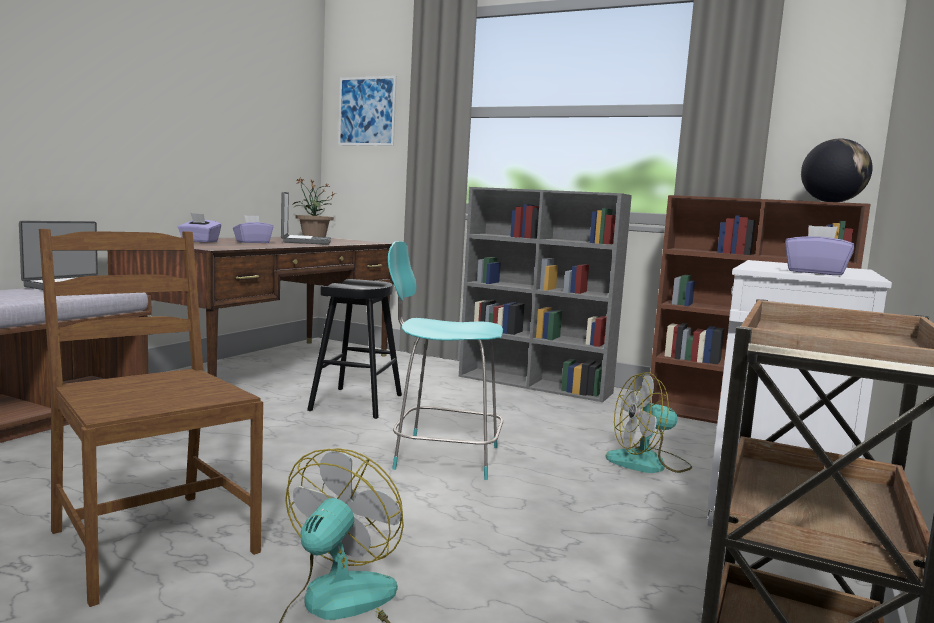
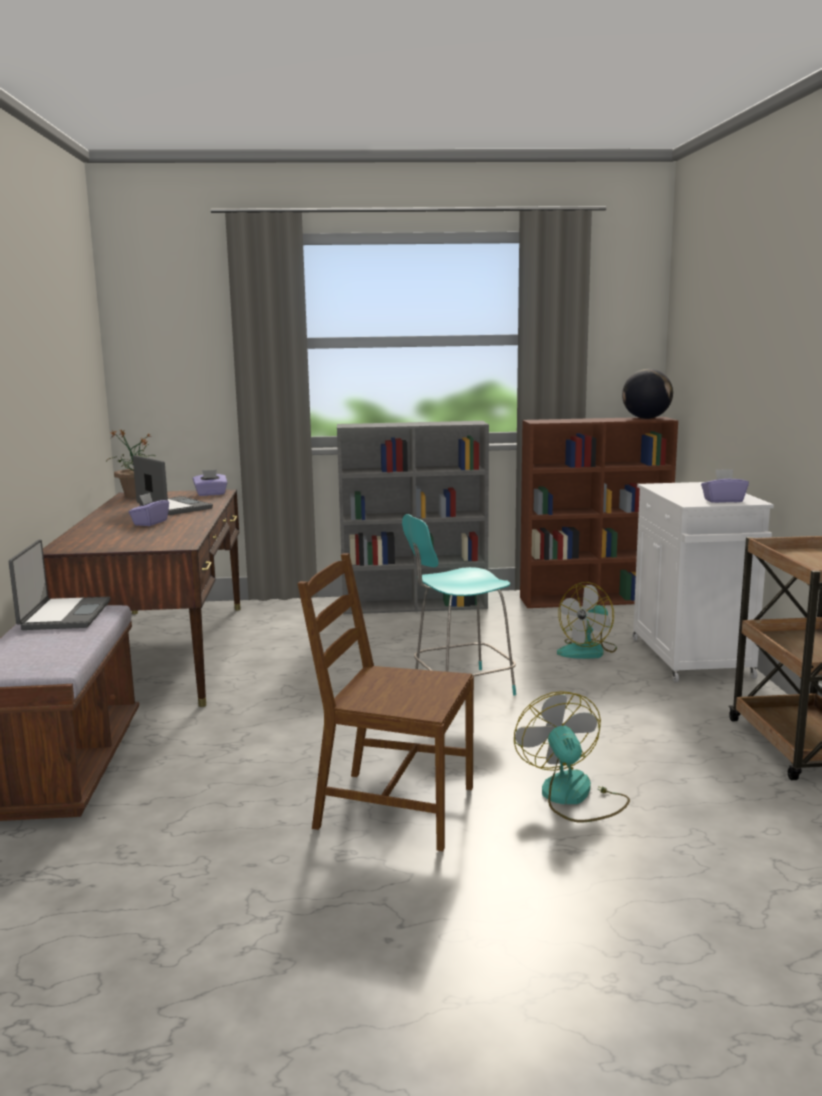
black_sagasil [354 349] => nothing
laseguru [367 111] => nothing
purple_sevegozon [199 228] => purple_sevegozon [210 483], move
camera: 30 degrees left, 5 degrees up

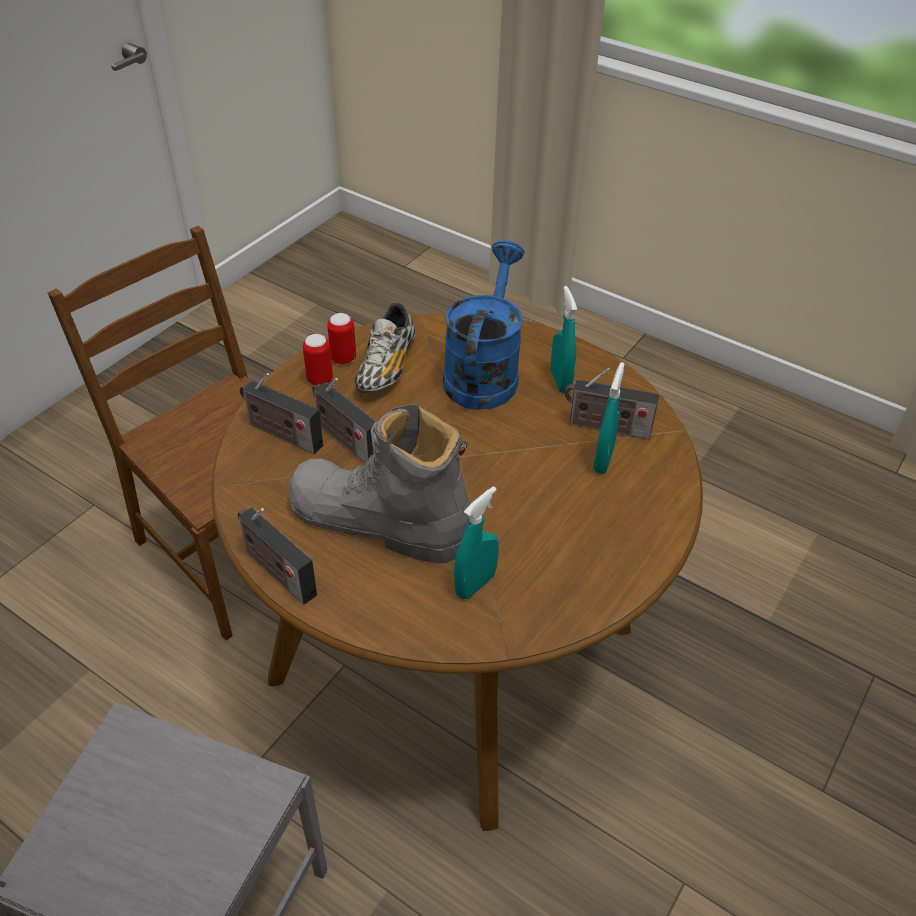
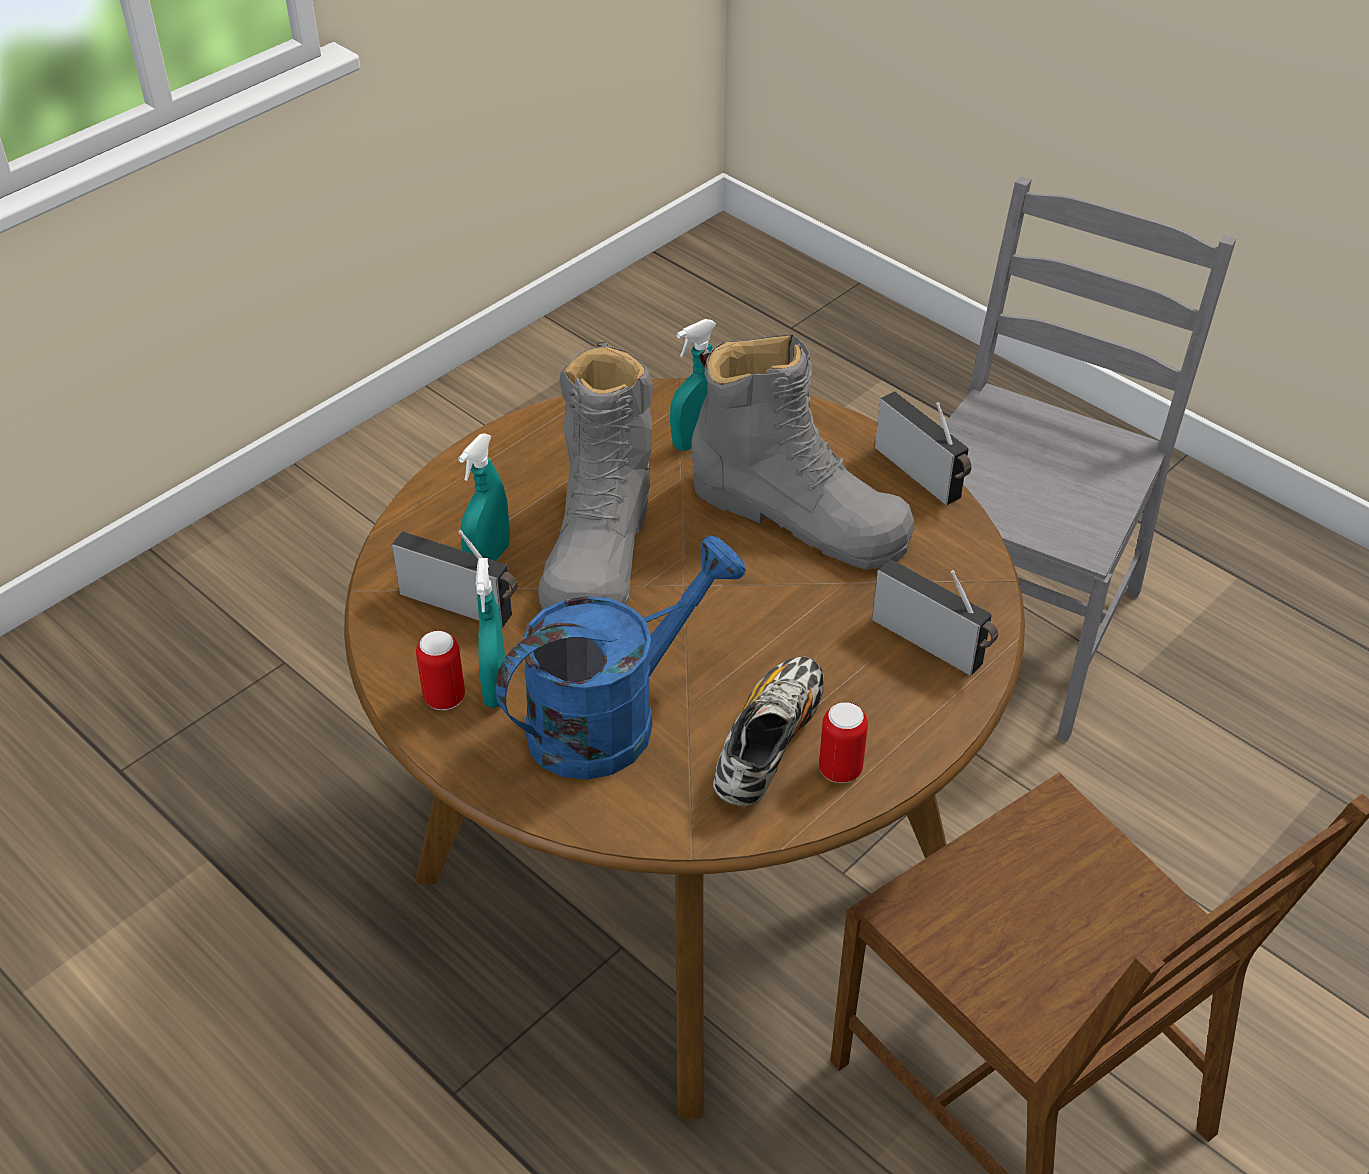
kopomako [344 421] => nothing
nothing => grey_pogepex [595 476]
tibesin [318 360] => tibesin [440 670], move
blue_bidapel [484 325] => blue_bidapel [620 657], 150 degrees counterclockwise
camera: 170 degrees left, 0 degrees up

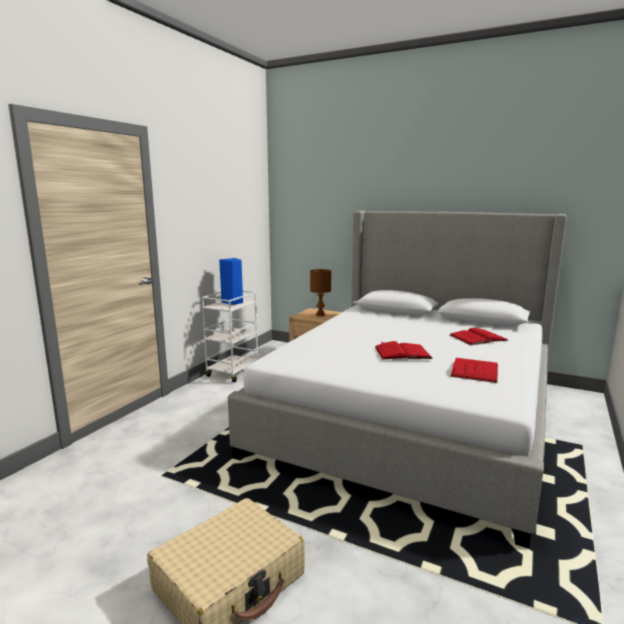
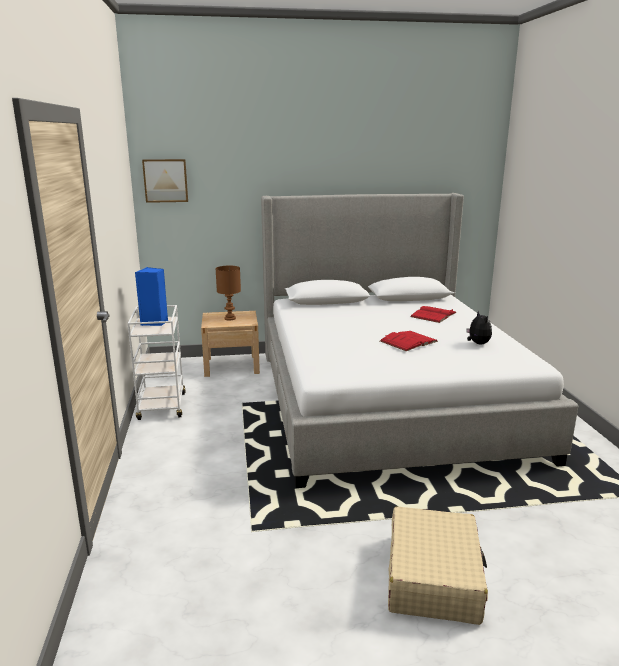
nothing => laseguru [165 181]
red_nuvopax [474 370] => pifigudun [479 328]
camera: 35 degrees left, 5 degrees up

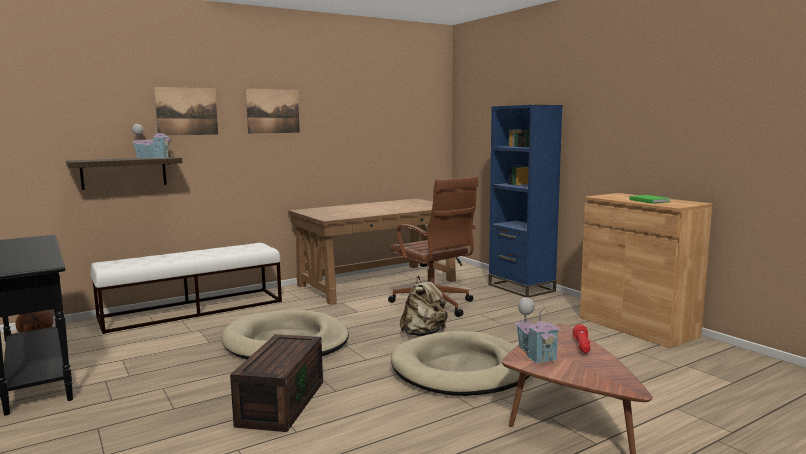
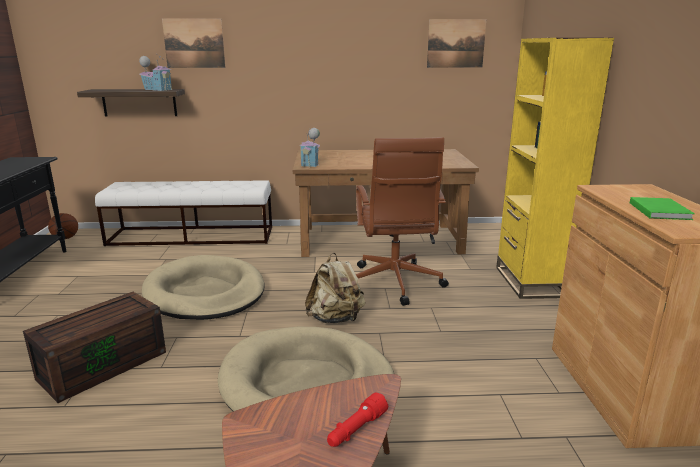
laseguru [272 111] => laseguru [456 43], move
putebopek [538 330] => putebopek [310 148], move
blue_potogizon [525 201] => yellow_potogizon [555 168]
camera: 30 degrees right, 10 degrees up

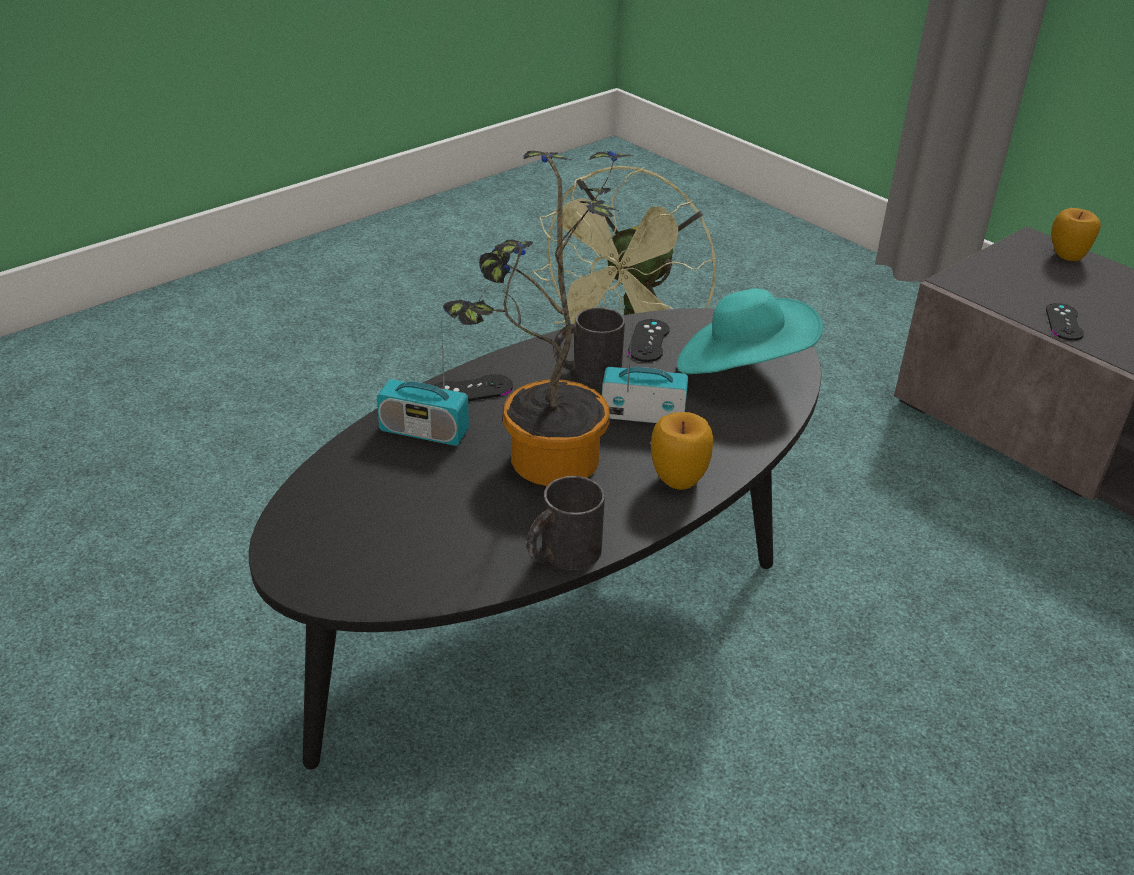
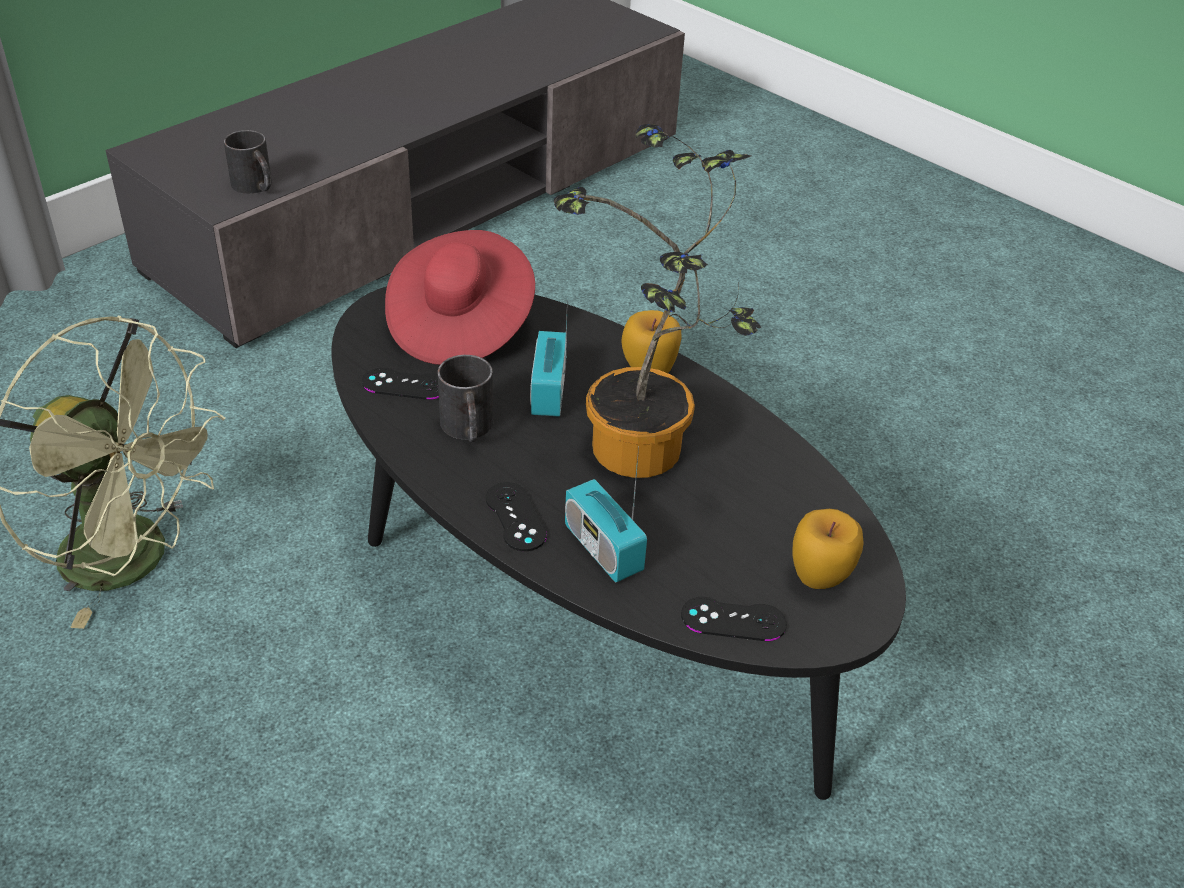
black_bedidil [566 523] => black_bedidil [248 162], move
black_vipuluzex [1065 322] => black_vipuluzex [734 619], move
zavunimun [1076 234] => zavunimun [828 549], move
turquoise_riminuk [750 331] => red_riminuk [460 297]
kopomako [423 381] => kopomako [606 514], 135 degrees clockwise
camera: 95 degrees left, 5 degrees up

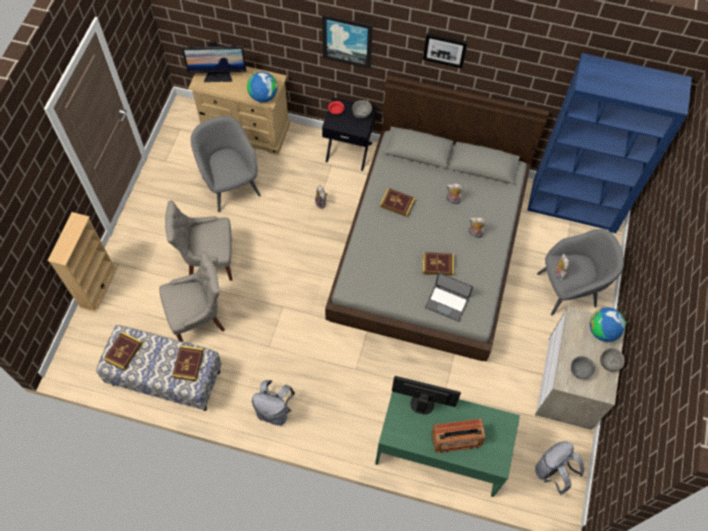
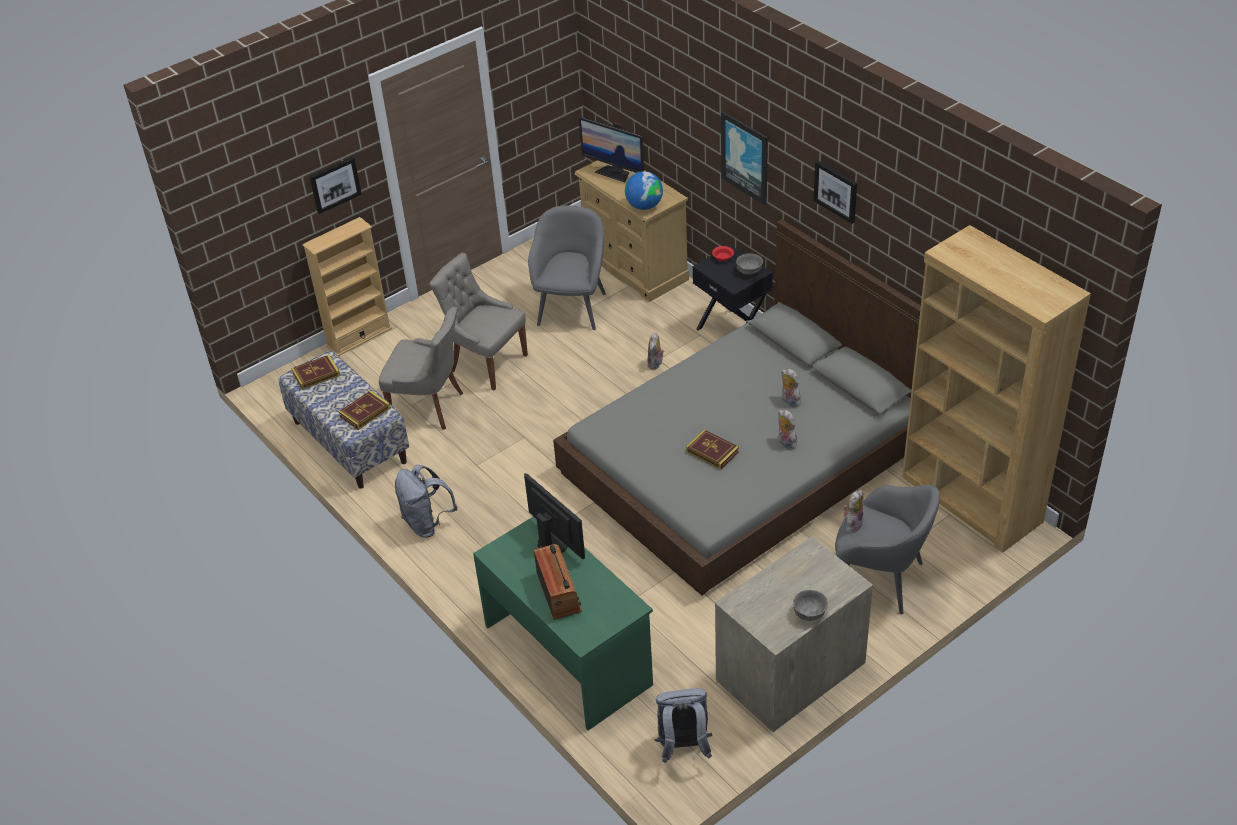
nuvopax [398 202] => nothing
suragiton [449 297] => nothing
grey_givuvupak [583 368] => nothing
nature [608 324] => nothing
nothing => laseguru [335 185]
blue_potogizon [609 143] => brown_potogizon [996 389]
kopomako [458 436] => kopomako [558 582], 135 degrees counterclockwise
camera: 40 degrees right, 20 degrees down

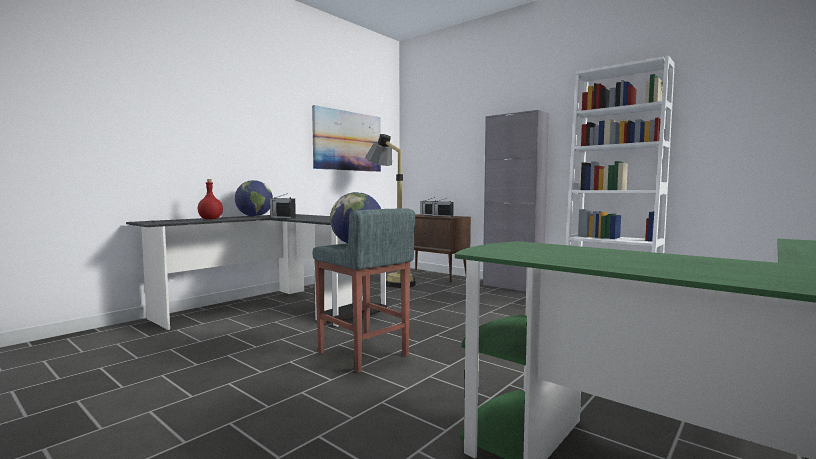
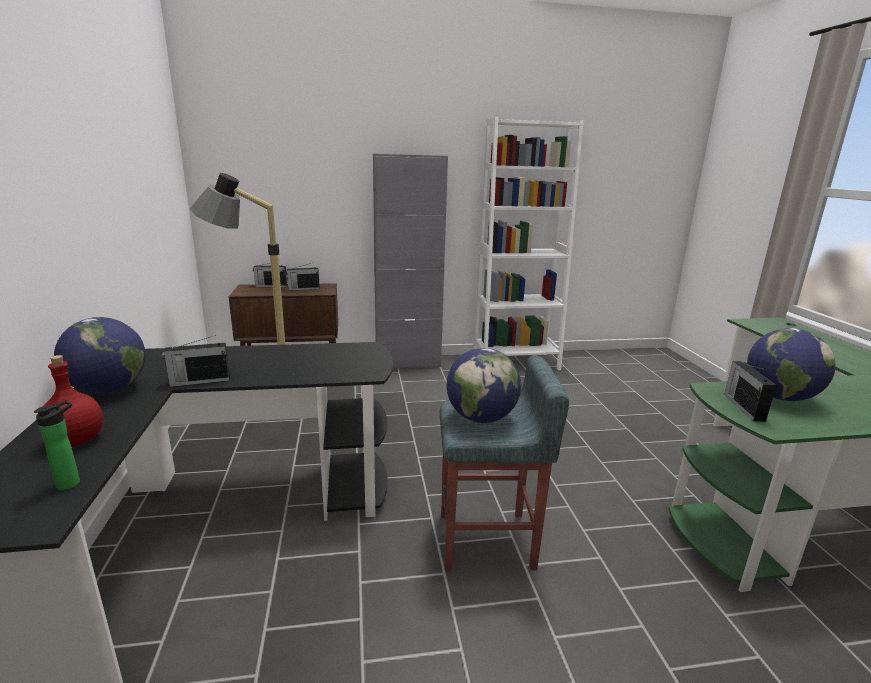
laseguru [346 138] => nothing
nothing => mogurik [57 445]
nothing => kopomako [750 391]
nothing => nature [791 364]
camera: 50 degrees left, 15 degrees up

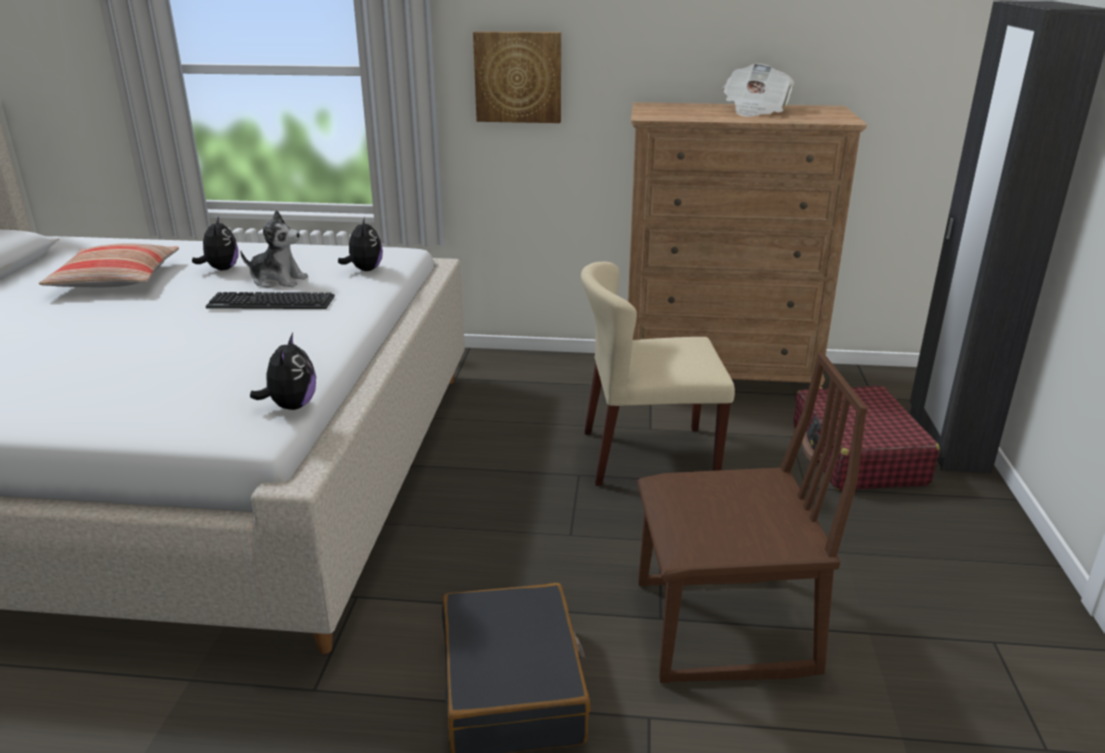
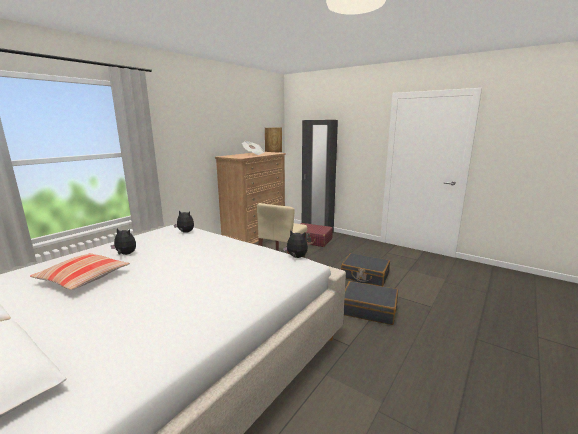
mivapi [270 300] => nothing
pifigudun [274 249] => nothing
laseguru [517 77] => laseguru [273 140], move
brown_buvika [752 517] => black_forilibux [365 269]
camera: 60 degrees left, 10 degrees down

